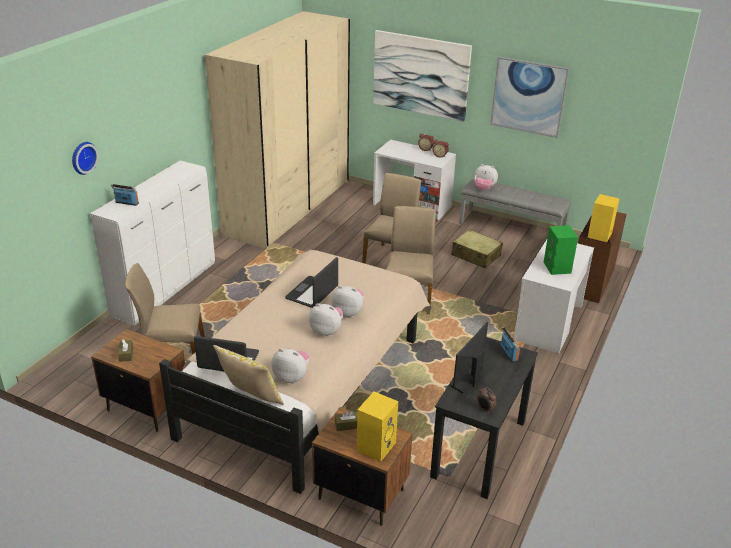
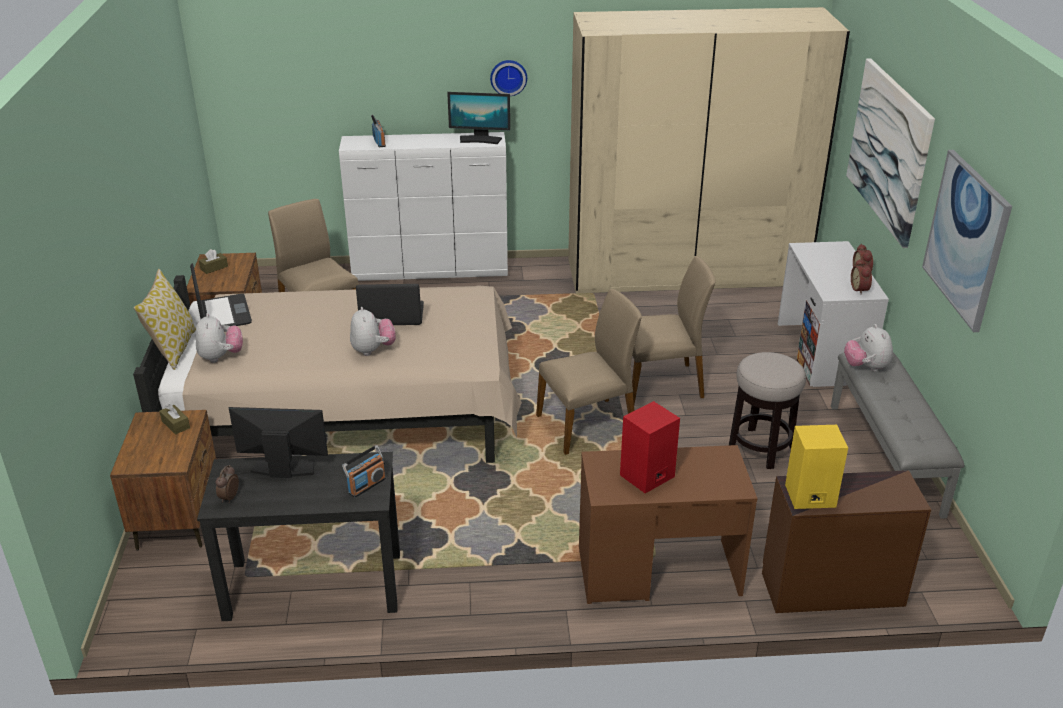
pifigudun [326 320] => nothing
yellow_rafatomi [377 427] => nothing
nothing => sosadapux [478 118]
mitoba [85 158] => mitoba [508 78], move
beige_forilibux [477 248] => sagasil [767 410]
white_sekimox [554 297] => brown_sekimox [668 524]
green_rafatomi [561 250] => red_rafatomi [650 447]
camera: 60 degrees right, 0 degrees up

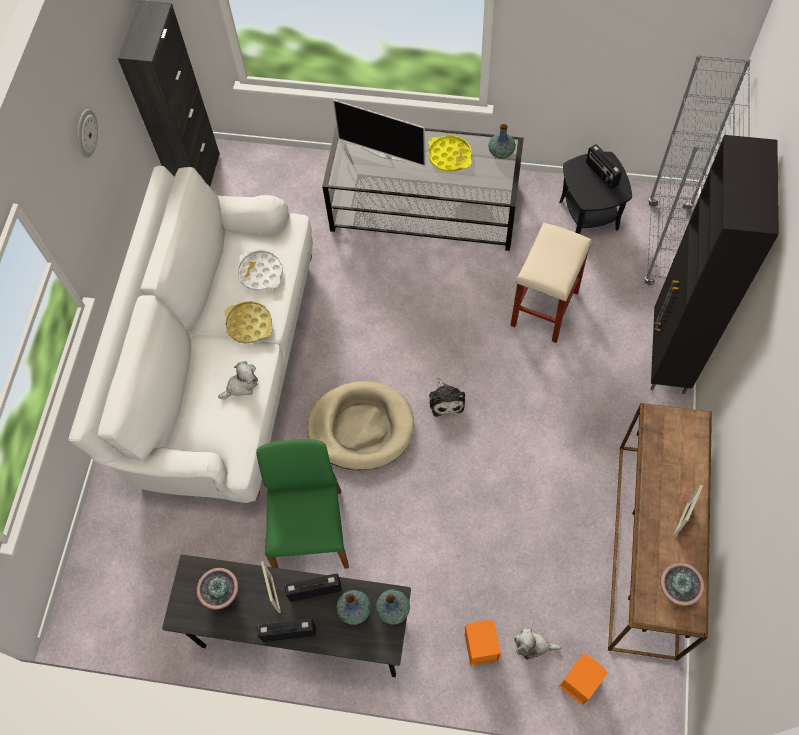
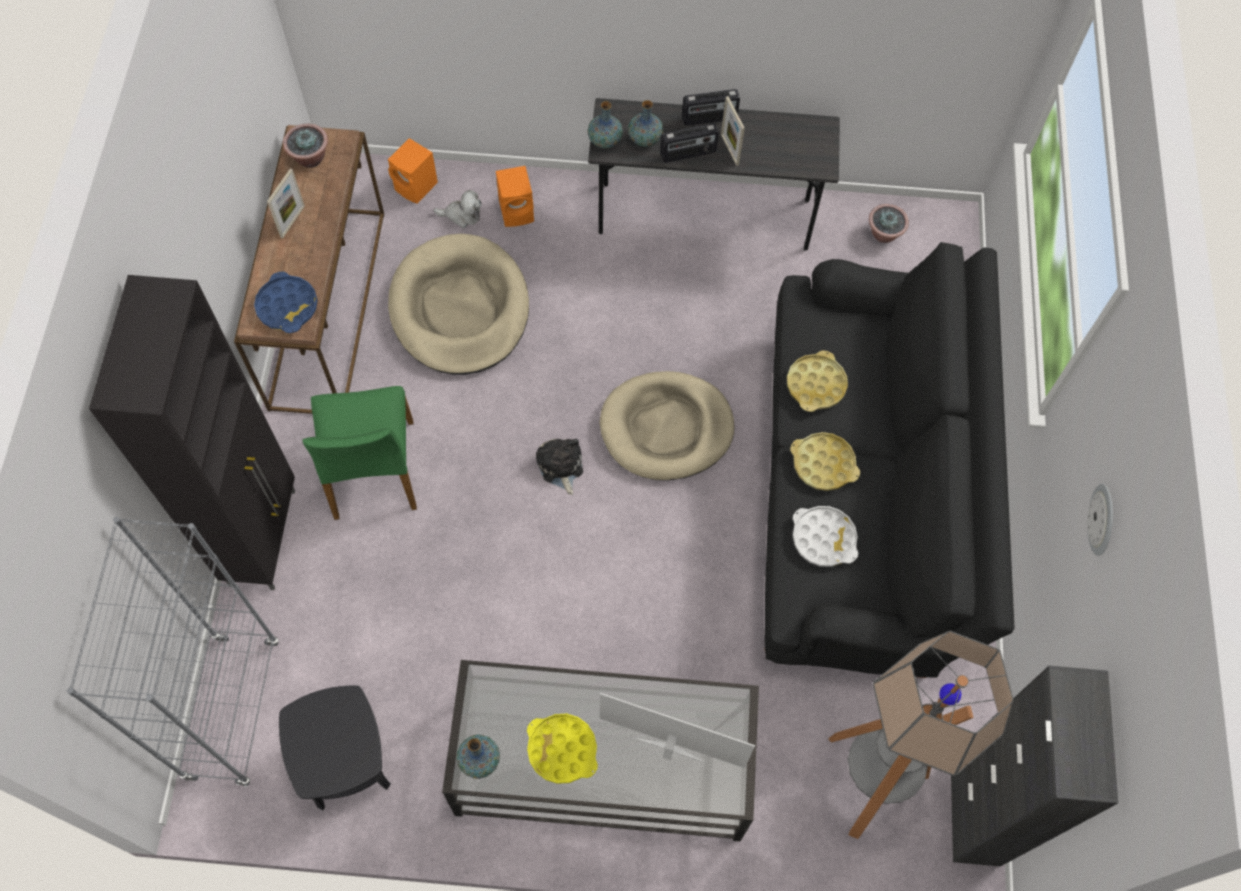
beige_sagasil [551 283] => nothing
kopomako [604 166] => nothing
nothing => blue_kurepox [286 302]
nothing => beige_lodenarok [458 304]
nothing => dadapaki [921 735]
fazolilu [217 589] => fazolilu [889 223], move
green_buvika [302 504] => green_buvika [360 453], move
pifigudun [238 380] => yellow_kurepox [817 381]
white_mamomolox [191 334] => black_mamomolox [889 460]
camera: 170 degrees right, 0 degrees up

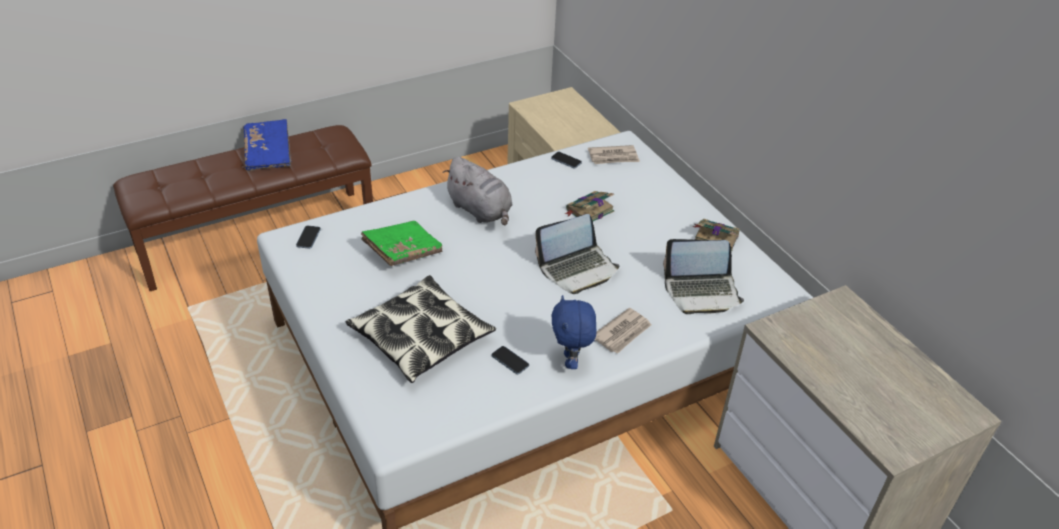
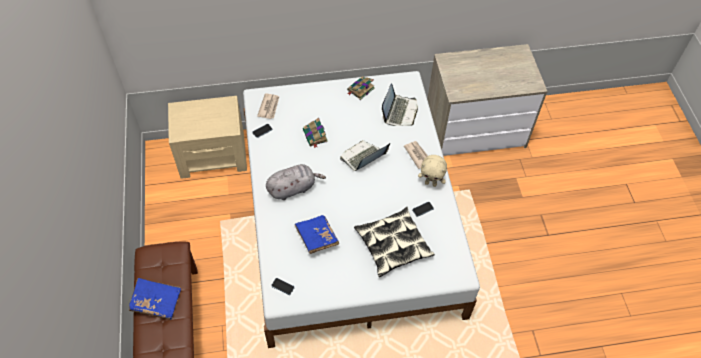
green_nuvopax [401 243] => blue_nuvopax [317 234]
blue_pifigudun [574 332] => beige_pifigudun [432 171]
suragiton [577 254] => suragiton [365 155], 120 degrees counterclockwise
camera: 70 degrees left, 15 degrees up

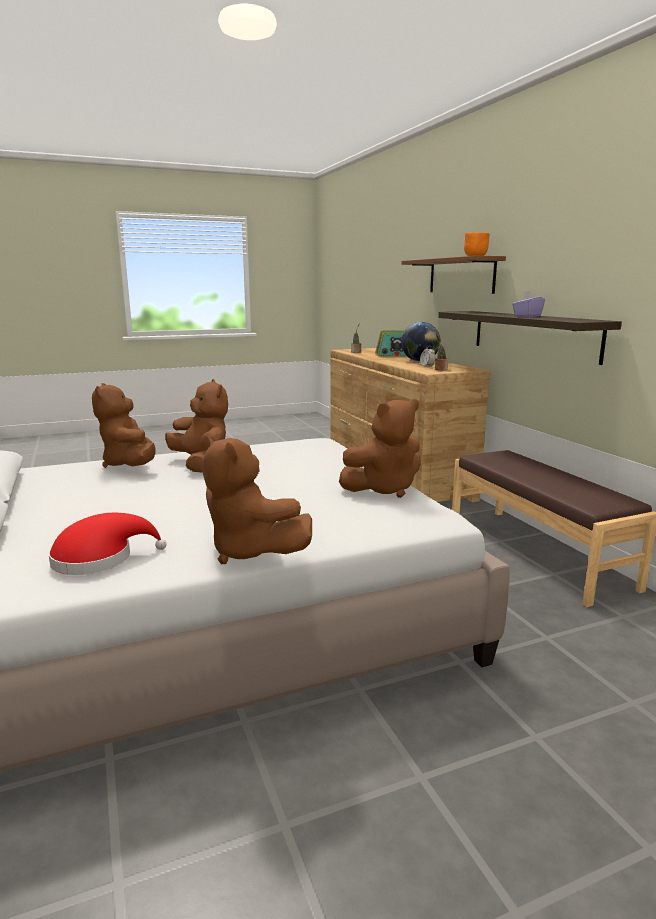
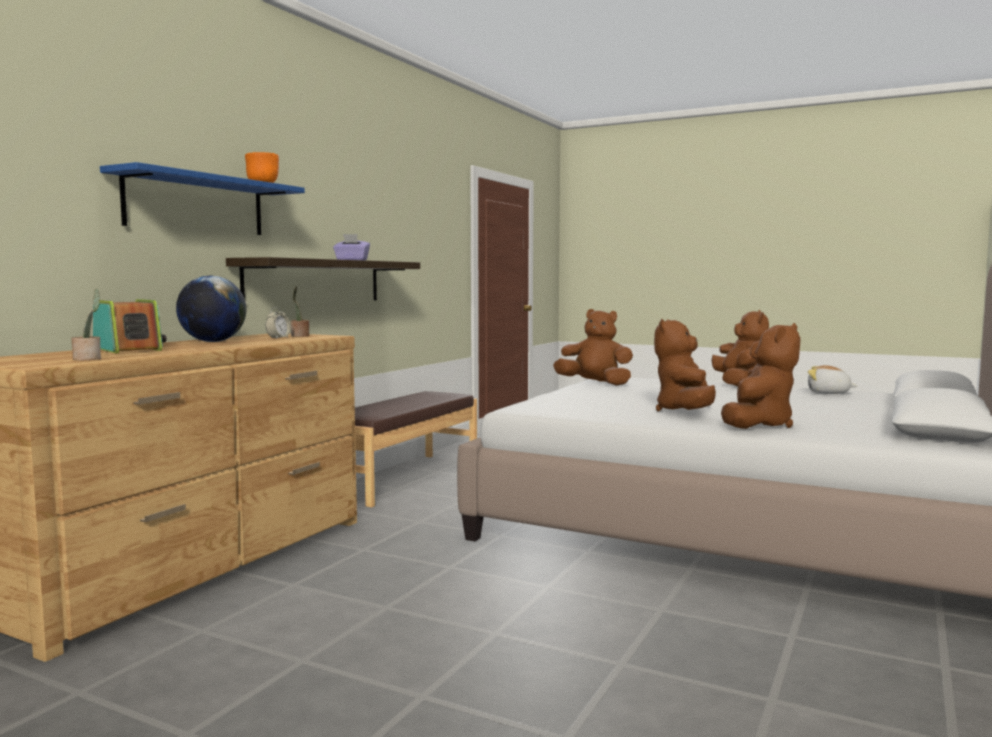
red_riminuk [107 544] => pifigudun [832 379]
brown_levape [454 275] => blue_levape [202 198]
camera: 130 degrees left, 10 degrees down

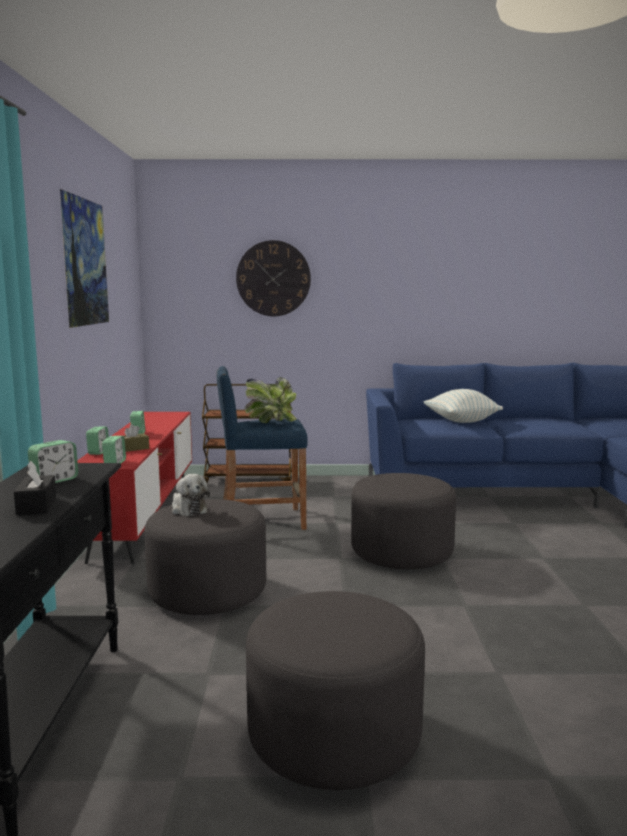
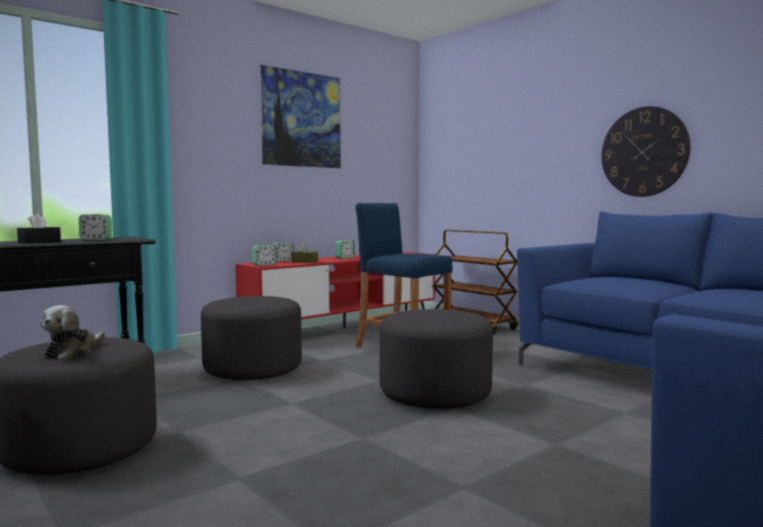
fazolilu [270 400] => nothing
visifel [463 406] => nothing
pifigudun [191 495] => pifigudun [72 332], move
mitoba [273 278] => mitoba [645 151], move
camera: 50 degrees right, 5 degrees down

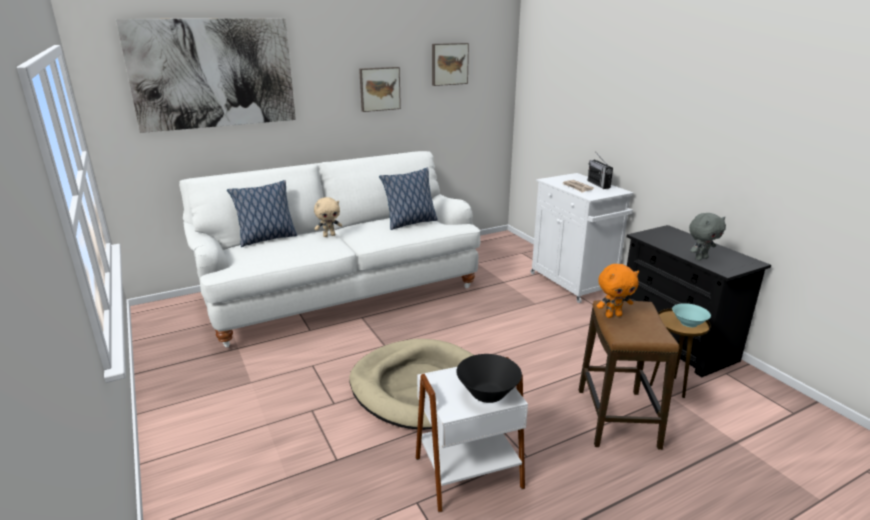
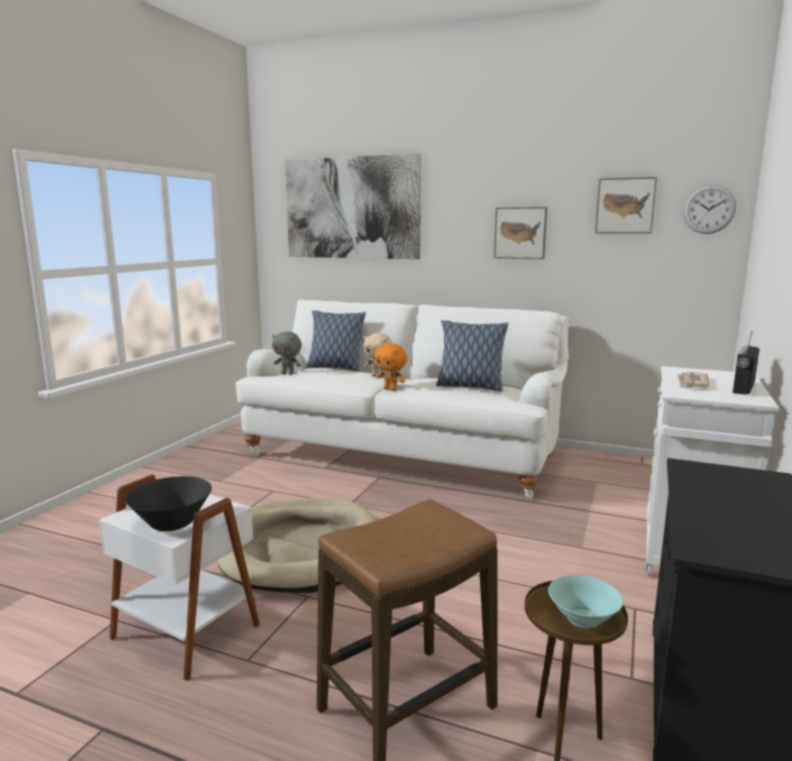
nothing => mitoba [709 209]
orange_pifigudun [618 291] => orange_pifigudun [391 367], move
grey_pifigudun [707 236] => grey_pifigudun [287 353], move
camera: 50 degrees right, 10 degrees down

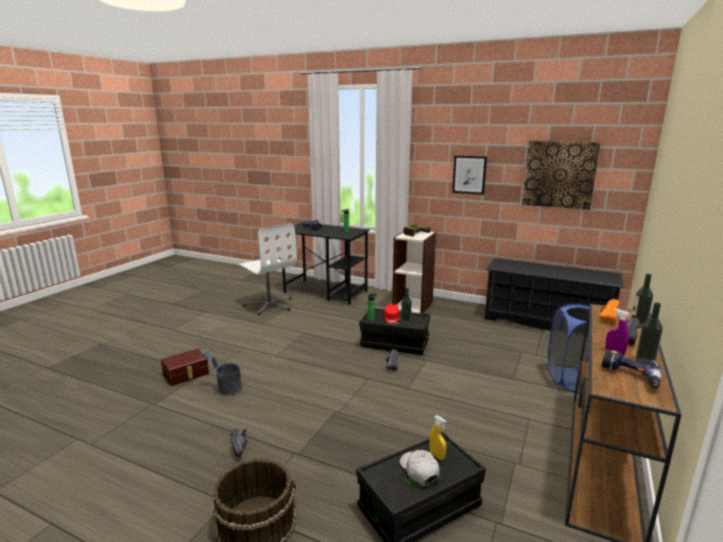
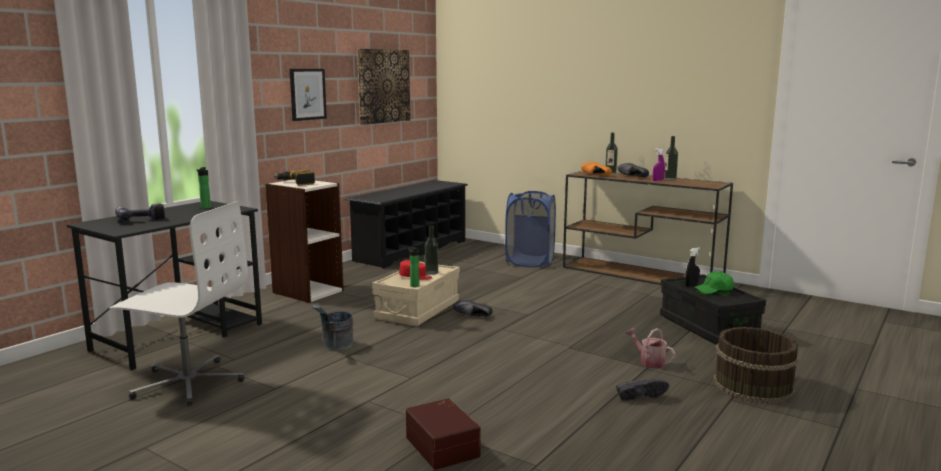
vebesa [632 368] => nothing
nothing => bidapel [651 348]
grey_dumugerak [221 373] => grey_dumugerak [332 327], move
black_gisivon [394 331] => beige_gisivon [416 294]
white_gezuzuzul [419 468] => green_gezuzuzul [714 282]
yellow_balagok [437 437] => black_balagok [692 267]
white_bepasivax [267 269] => white_bepasivax [178 304], 45 degrees clockwise
camera: 80 degrees left, 5 degrees down

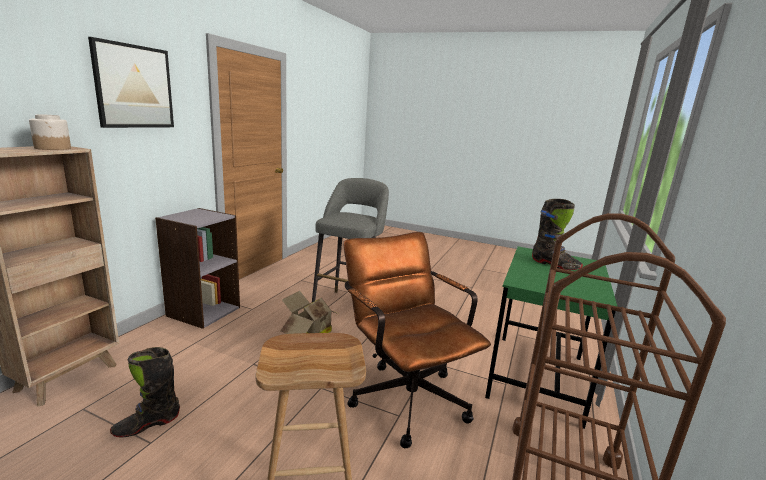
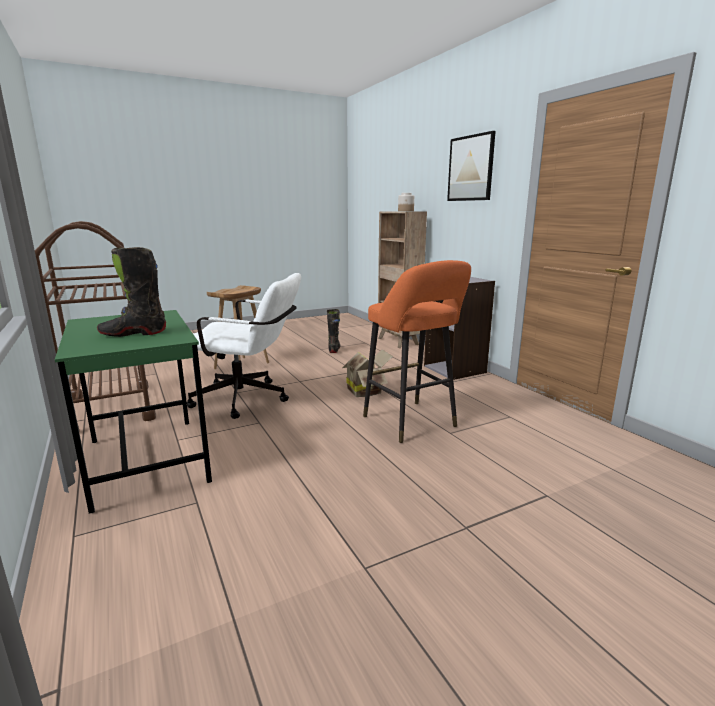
grey_sagasil [350 240] => orange_sagasil [417 351]
brown_bepasivax [417 340] => white_bepasivax [244 346]
camera: 130 degrees right, 0 degrees up

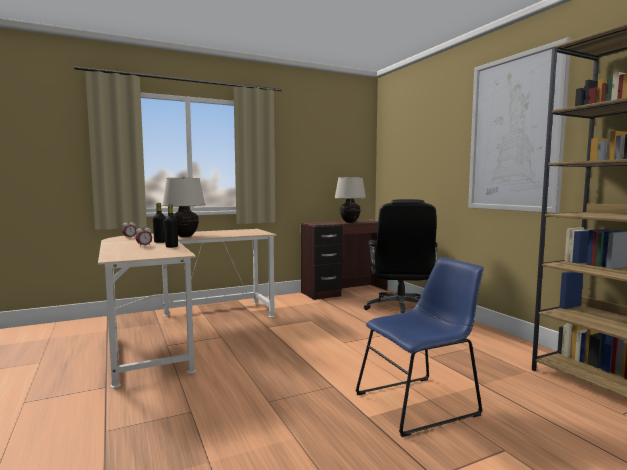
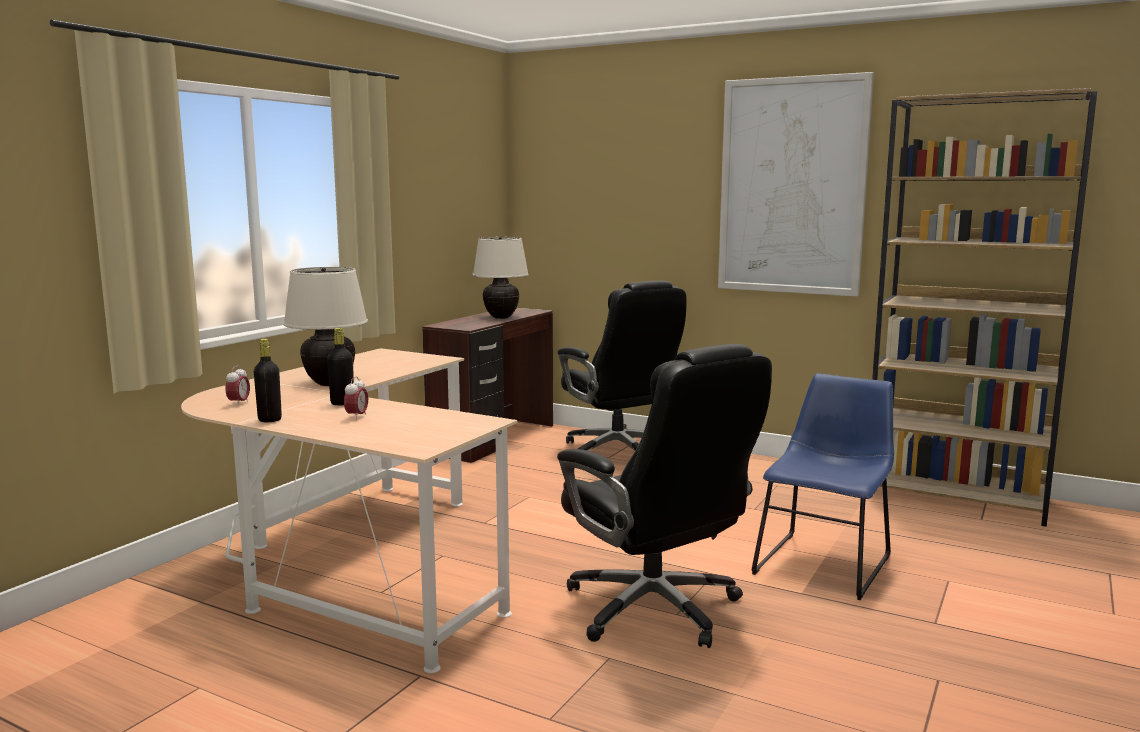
nothing => black_bepasivax [664 496]
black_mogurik [171 226] => black_mogurik [268 380], move
camera: 35 degrees left, 5 degrees up

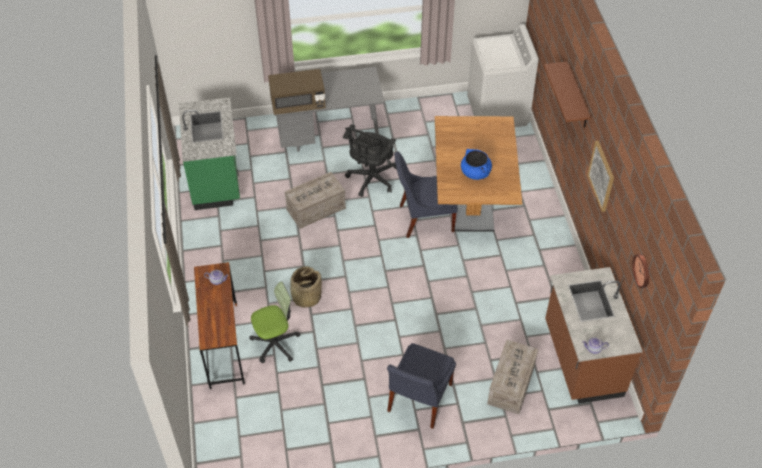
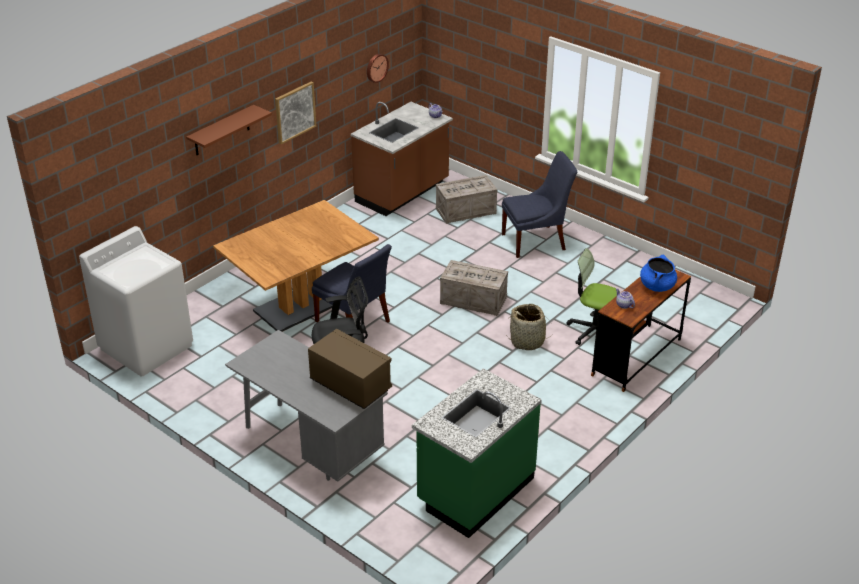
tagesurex [315 200] => tagesurex [474 288], move
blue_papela [476 164] => blue_papela [658 273], move
camera: 130 degrees left, 15 degrees down

